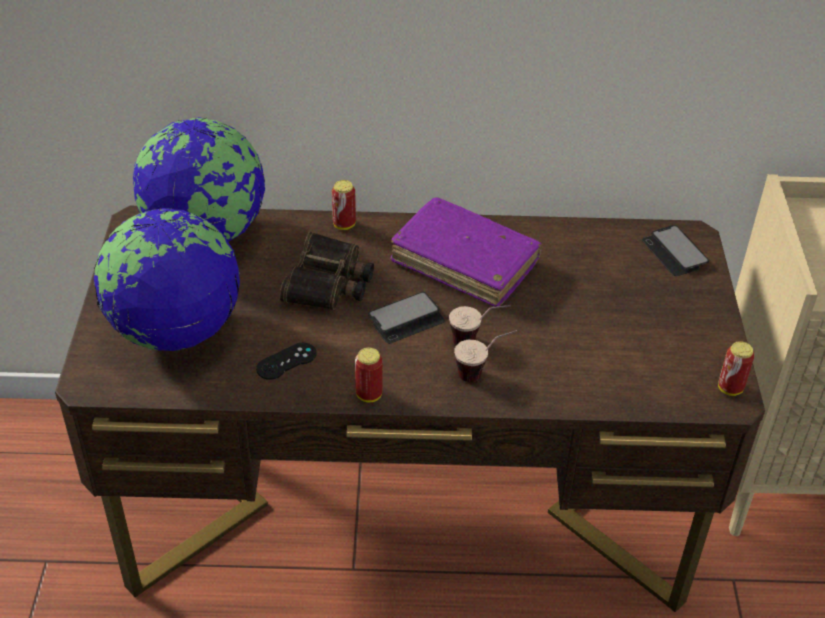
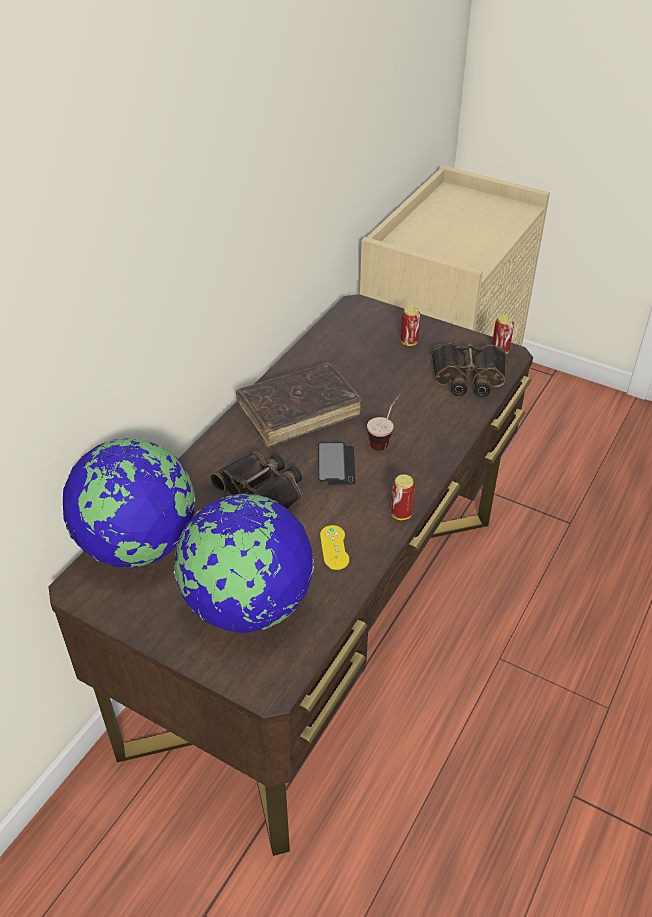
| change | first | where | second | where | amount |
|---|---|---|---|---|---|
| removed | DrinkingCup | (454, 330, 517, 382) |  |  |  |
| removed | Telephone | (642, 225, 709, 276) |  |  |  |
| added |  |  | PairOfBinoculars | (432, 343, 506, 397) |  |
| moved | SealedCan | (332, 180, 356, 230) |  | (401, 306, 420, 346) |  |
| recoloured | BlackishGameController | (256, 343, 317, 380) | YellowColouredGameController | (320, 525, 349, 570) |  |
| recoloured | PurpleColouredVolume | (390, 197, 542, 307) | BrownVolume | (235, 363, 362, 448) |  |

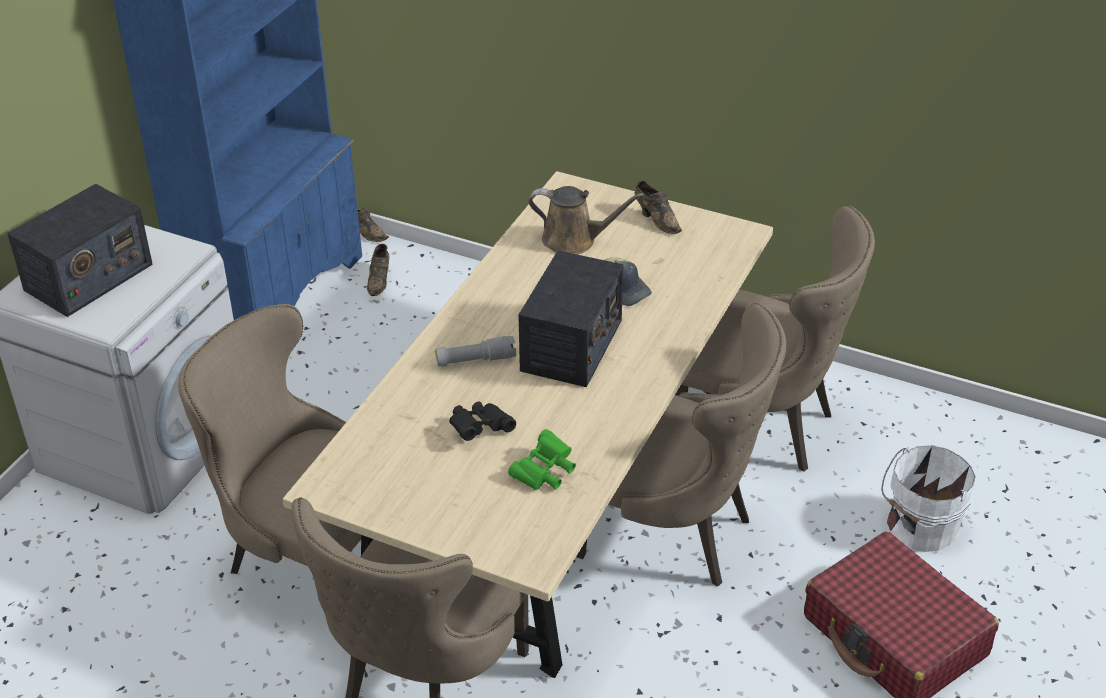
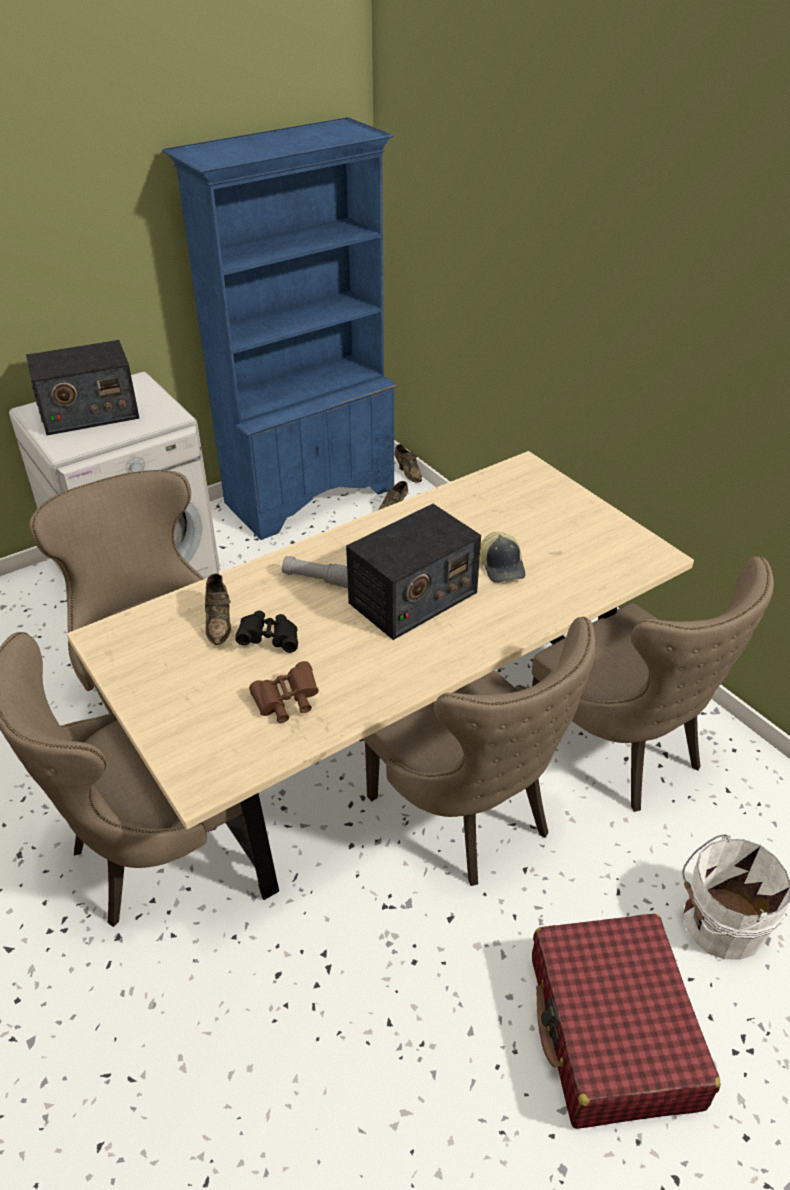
| change | first | where | second | where | amount |
|---|---|---|---|---|---|
| removed | BrownSprinklingCan | (528, 186, 644, 254) |  |  |  |
| moved | BrownLowShoe | (634, 180, 682, 234) |  | (205, 573, 231, 645) |  |
| recoloured | GreenPairOfBinoculars | (508, 429, 576, 490) | BrownPairOfBinoculars | (249, 661, 319, 723) |  |

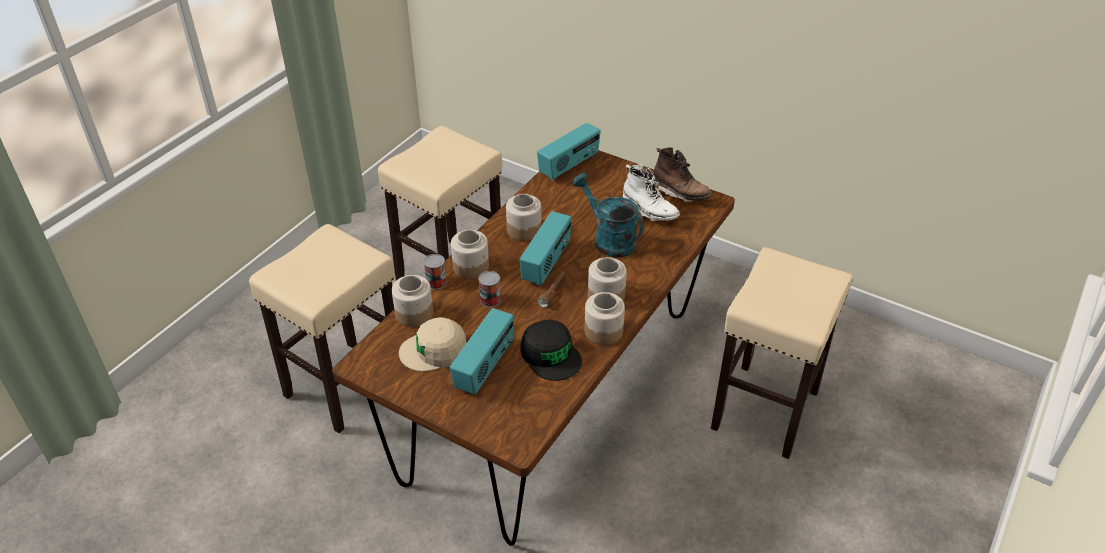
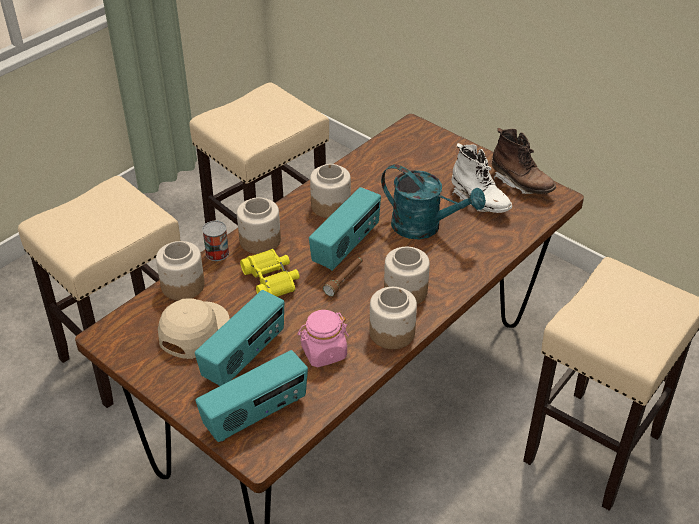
| change | first | where | second | where | amount |
|---|---|---|---|---|---|
| moved | Radio | (537, 123, 601, 181) |  | (195, 350, 308, 442) |  |
| replaced | SealedCan | (478, 271, 501, 307) | YellowColouredPairOfBinoculars | (240, 249, 300, 297) |  |
| replaced | BlackishCap | (520, 320, 582, 381) | PinkPreserveJar | (297, 310, 349, 367) |  |
| turned | SandColouredCap | (399, 317, 467, 372) |  | (158, 298, 230, 359) | 120 degrees clockwise |
| turned | TurquoiseSprinklingCan | (573, 173, 644, 258) |  | (381, 164, 486, 239) | 150 degrees clockwise |

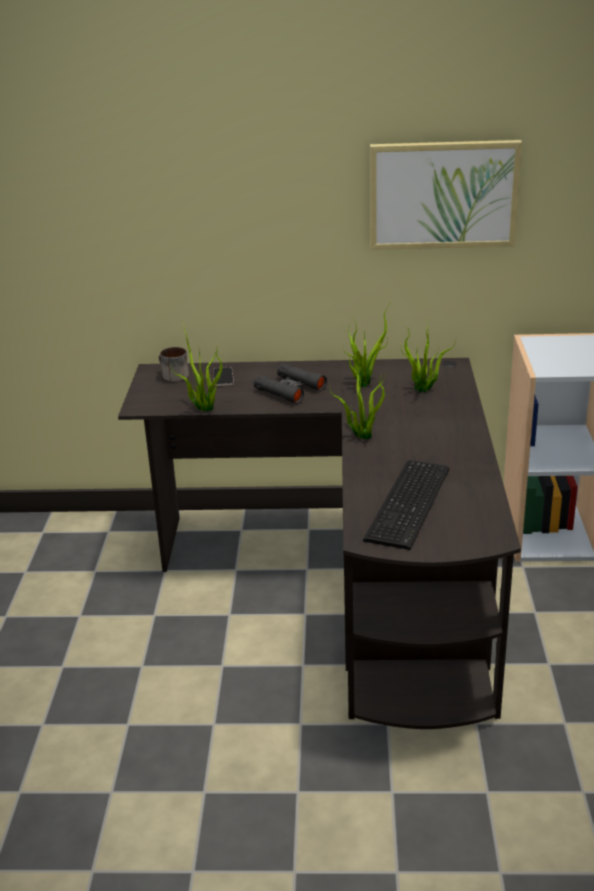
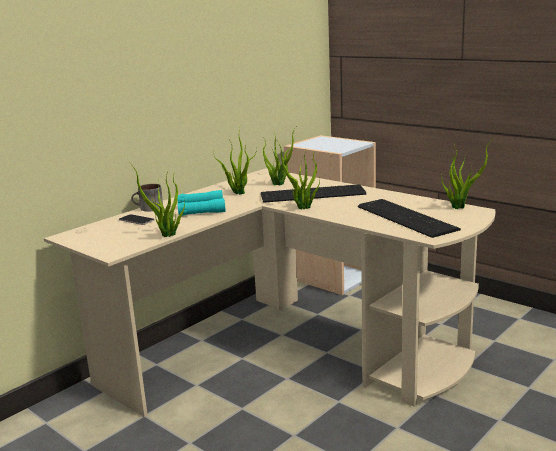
| change | first | where | second | where | amount |
|---|---|---|---|---|---|
| removed | WallArt | (370, 140, 522, 250) |  |  |  |
| added |  |  | PcKeyboard | (261, 184, 366, 203) |  |
| added |  |  | Houseplant | (441, 142, 490, 209) |  |
| moved | TeaMug | (159, 347, 189, 381) |  | (131, 184, 163, 212) |  |
| recoloured | BlackishDesk | (118, 358, 521, 729) | SandColouredDesk | (44, 168, 495, 417) |  |
| recoloured | BlackishPairOfBinoculars | (254, 363, 327, 404) | TurquoisePairOfBinoculars | (178, 190, 226, 216) |  |

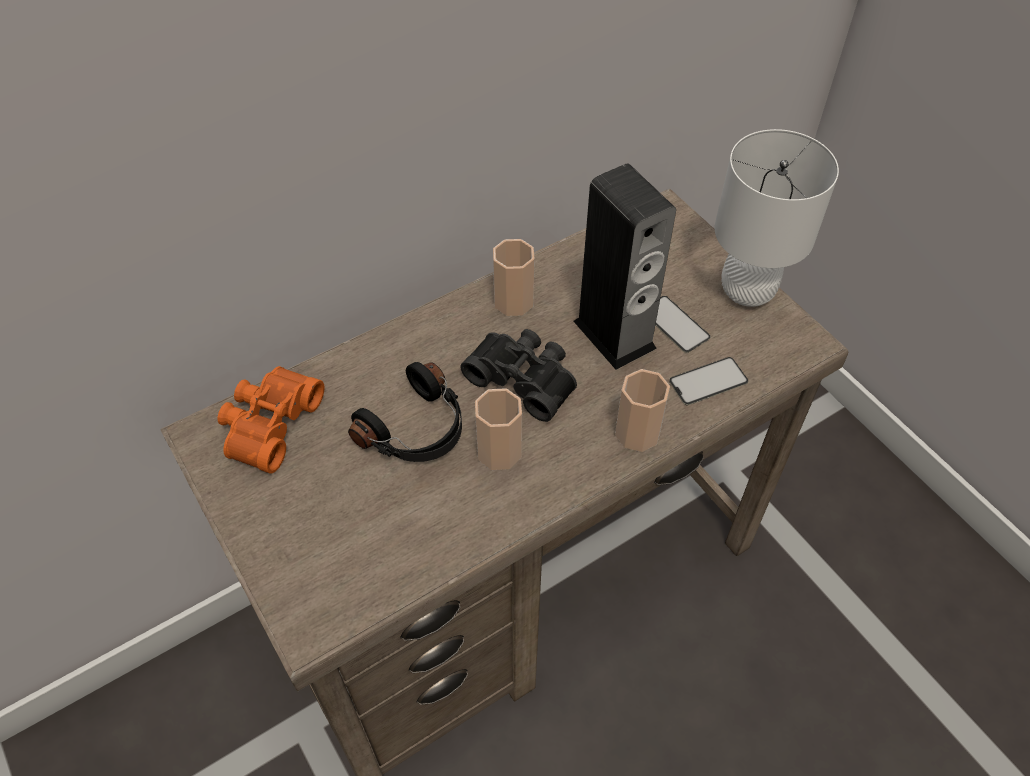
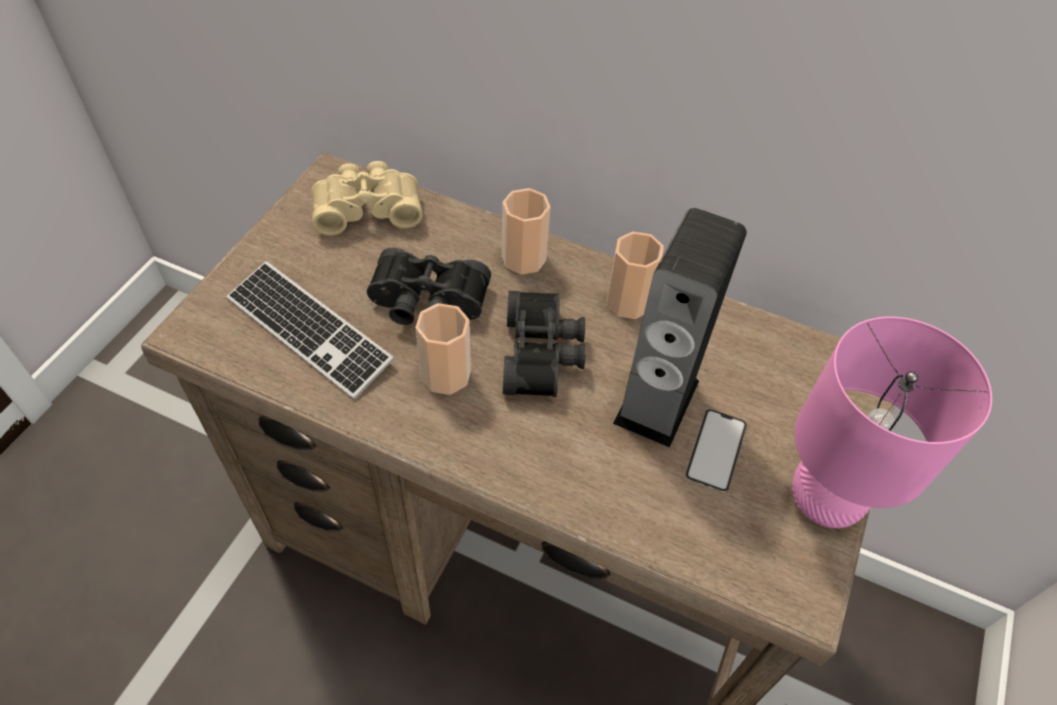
| change | first | where | second | where | amount |
|---|---|---|---|---|---|
| removed | Telephone | (669, 357, 748, 406) |  |  |  |
| added |  |  | PcKeyboard | (226, 261, 394, 399) |  |
| moved | DrinkingCup | (615, 369, 670, 452) |  | (502, 188, 551, 275) |  |
| replaced | BlackishHeadphones | (348, 362, 462, 462) | BlackishPairOfBinoculars | (367, 248, 491, 325) |  |
| recoloured | OrangeColouredPairOfBinoculars | (218, 366, 324, 474) | SandColouredPairOfBinoculars | (311, 161, 422, 236) |  |
| recoloured | WhiteColouredLampForATable | (715, 129, 839, 307) | PinkLampForATable | (792, 317, 992, 528) |  |

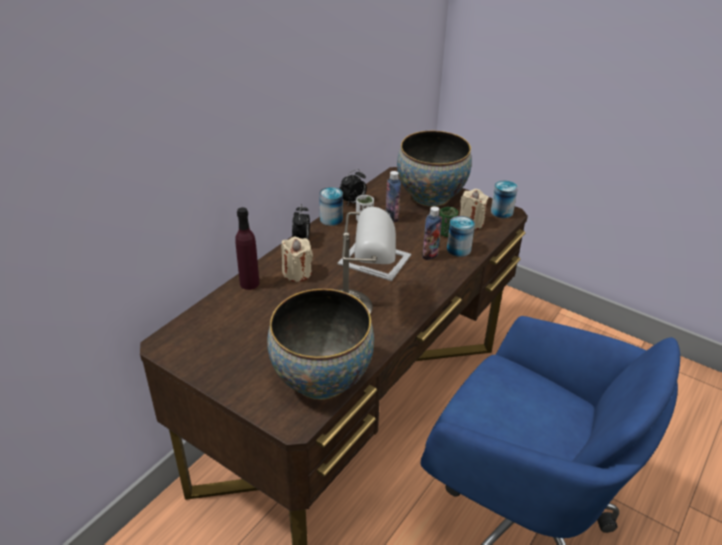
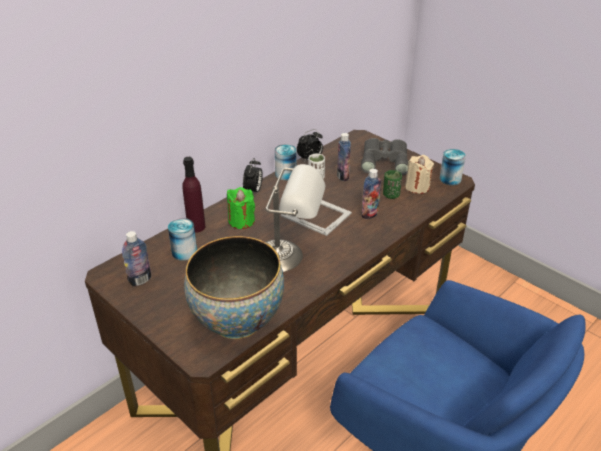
| change | first | where | second | where | amount |
|---|---|---|---|---|---|
| added |  |  | Bottle | (122, 231, 151, 286) |  |
| moved | SealedCan | (447, 216, 475, 257) |  | (168, 218, 197, 261) |  |
| replaced | DeepDish | (397, 131, 472, 207) | GreyPairOfBinoculars | (361, 138, 408, 175) |  |
| recoloured | SandColouredCandle | (281, 237, 313, 282) | GreenCandle | (227, 187, 255, 229) |  |

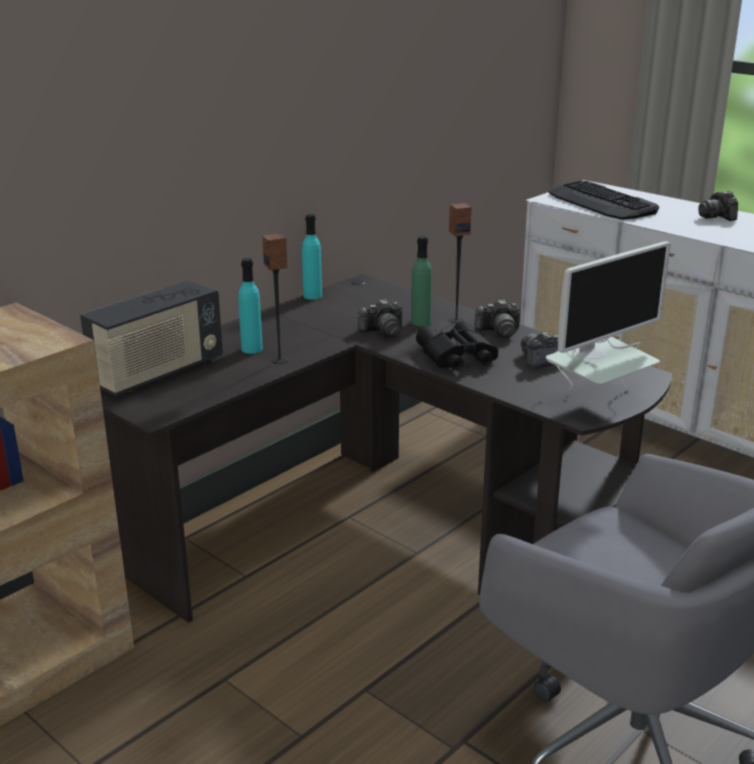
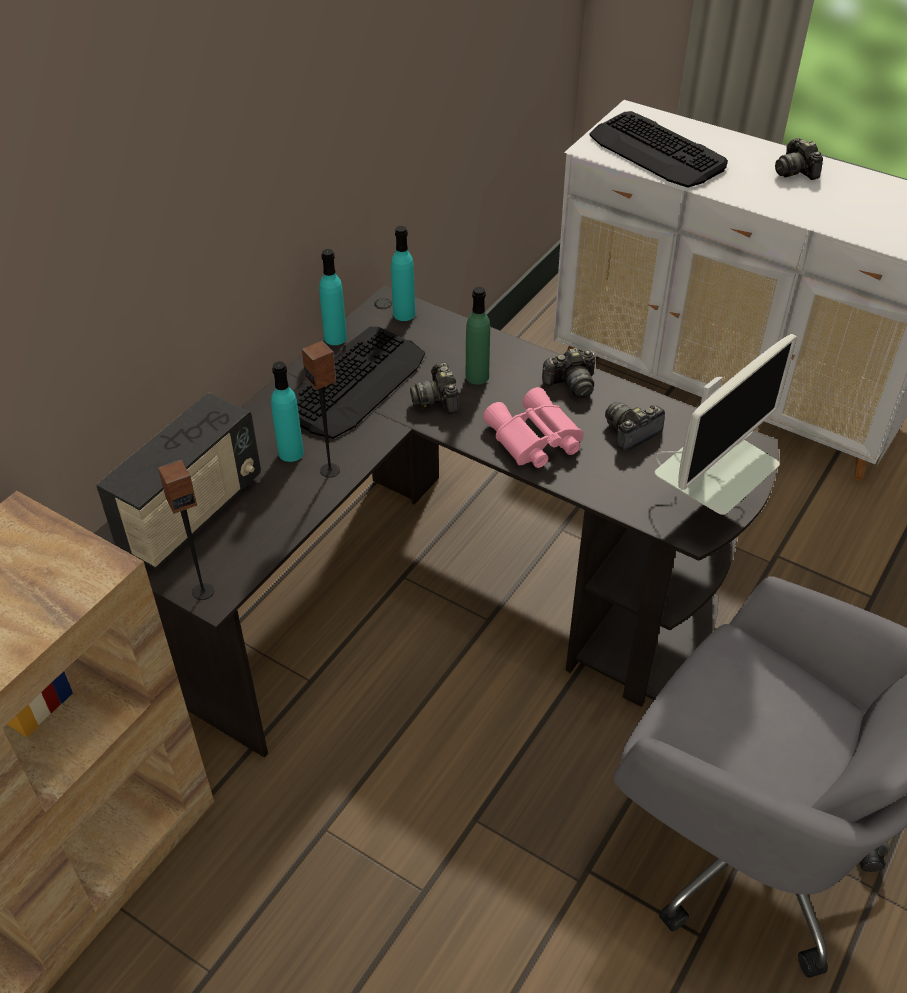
| change | first | where | second | where | amount |
|---|---|---|---|---|---|
| added |  |  | PcKeyboard | (293, 327, 425, 439) |  |
| added |  |  | TurquoiseBottle | (391, 226, 415, 321) |  |
| moved | AudioSpeaker | (449, 203, 471, 323) |  | (158, 460, 214, 600) |  |
| recoloured | BlackishPairOfBinoculars | (416, 321, 498, 370) | PinkPairOfBinoculars | (483, 387, 583, 468) |  |
| turned | PhotoCamera | (358, 299, 402, 338) |  | (410, 362, 460, 414) | 105 degrees clockwise |

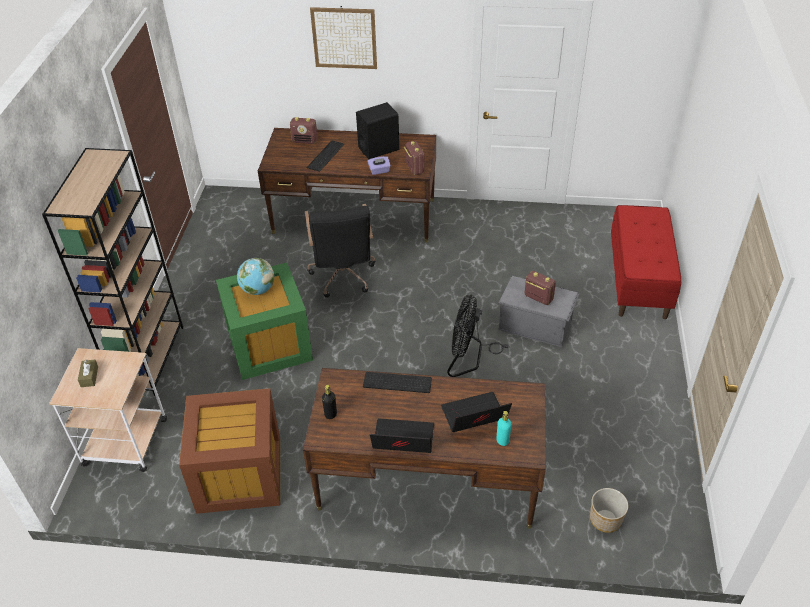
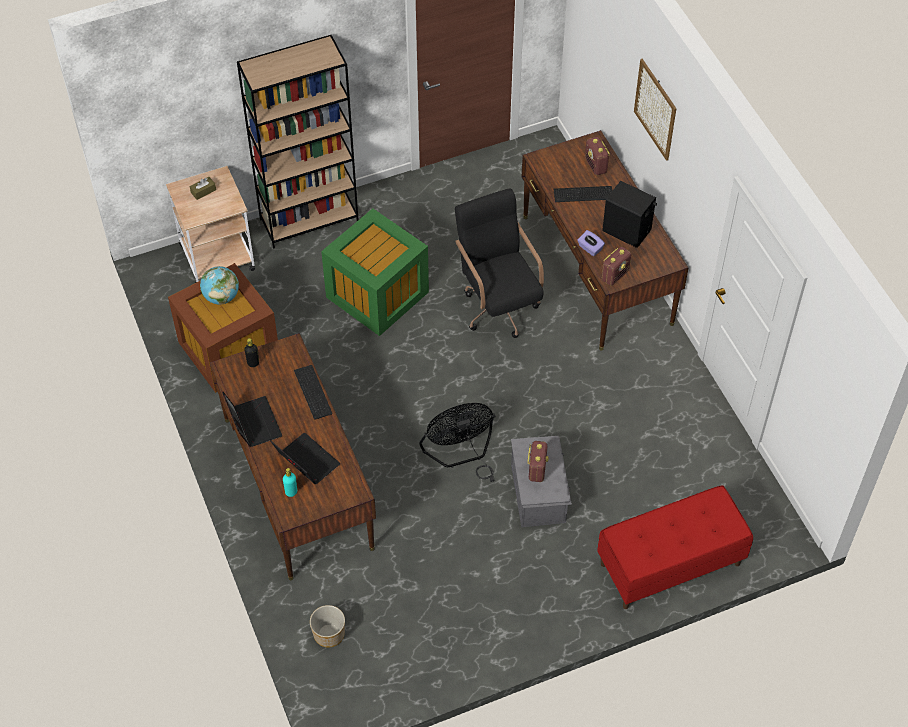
| change | first | where | second | where | amount |
|---|---|---|---|---|---|
| moved | DeskGlobe | (237, 258, 274, 295) |  | (200, 266, 239, 305) |  |
| turned | BlackishOfficeChair | (305, 204, 376, 298) |  | (455, 188, 544, 338) | 105 degrees clockwise |

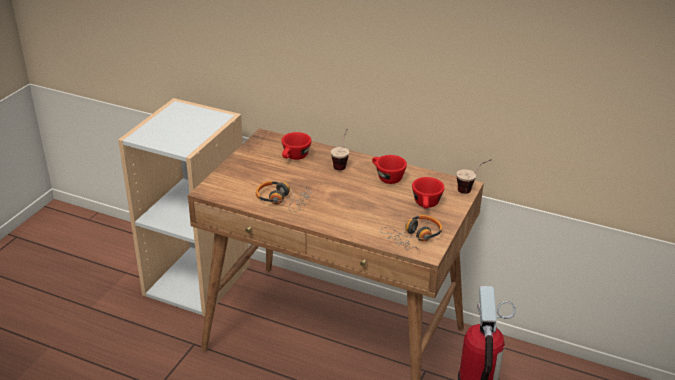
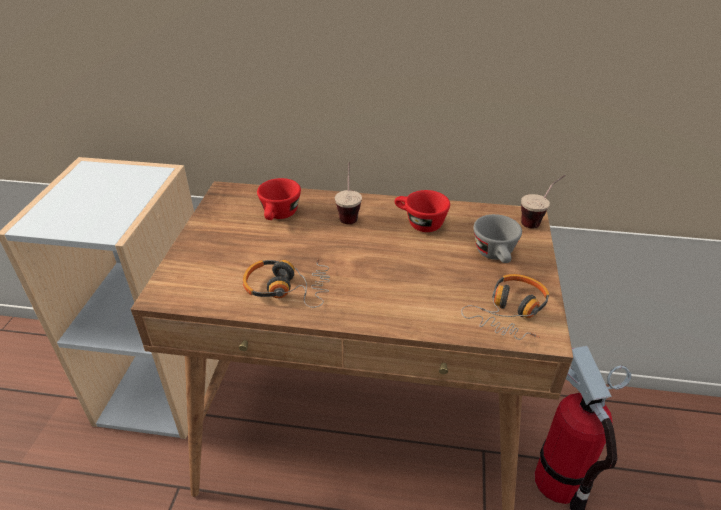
| change | first | where | second | where | amount |
|---|---|---|---|---|---|
| recoloured | RedDrinkingCup | (412, 177, 445, 209) | GreyDrinkingCup | (474, 214, 522, 263) |  |

